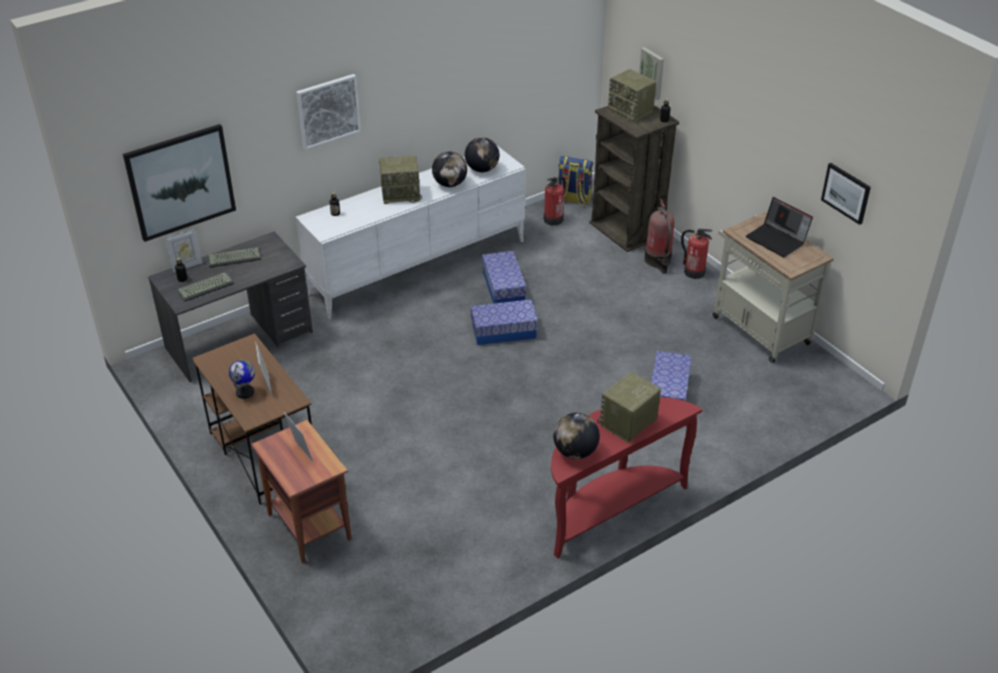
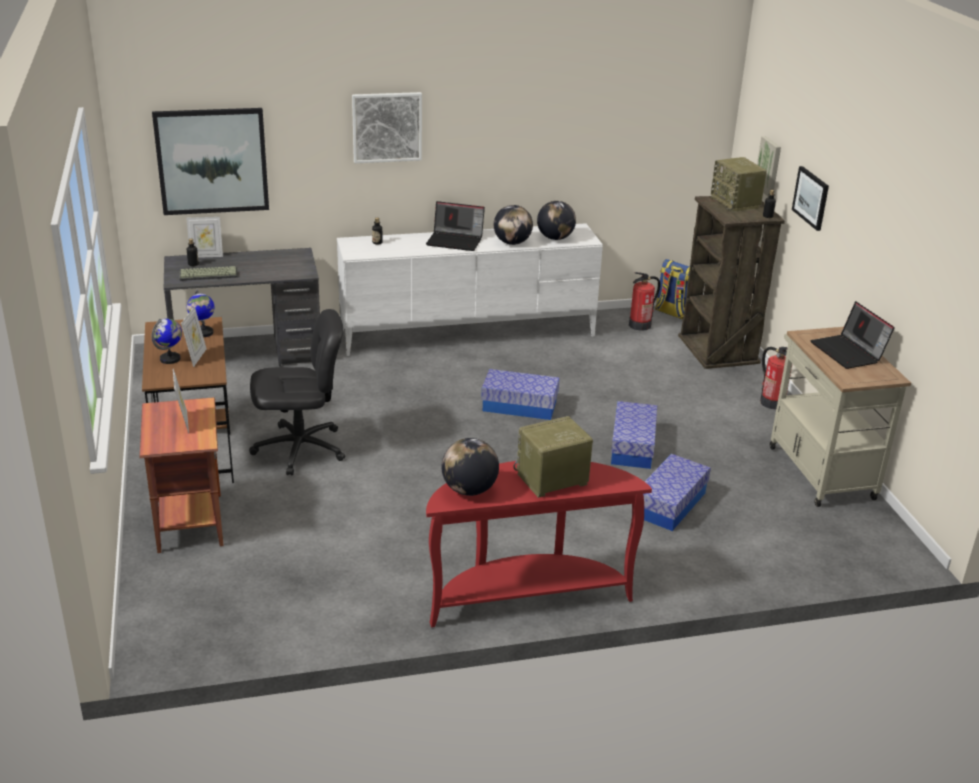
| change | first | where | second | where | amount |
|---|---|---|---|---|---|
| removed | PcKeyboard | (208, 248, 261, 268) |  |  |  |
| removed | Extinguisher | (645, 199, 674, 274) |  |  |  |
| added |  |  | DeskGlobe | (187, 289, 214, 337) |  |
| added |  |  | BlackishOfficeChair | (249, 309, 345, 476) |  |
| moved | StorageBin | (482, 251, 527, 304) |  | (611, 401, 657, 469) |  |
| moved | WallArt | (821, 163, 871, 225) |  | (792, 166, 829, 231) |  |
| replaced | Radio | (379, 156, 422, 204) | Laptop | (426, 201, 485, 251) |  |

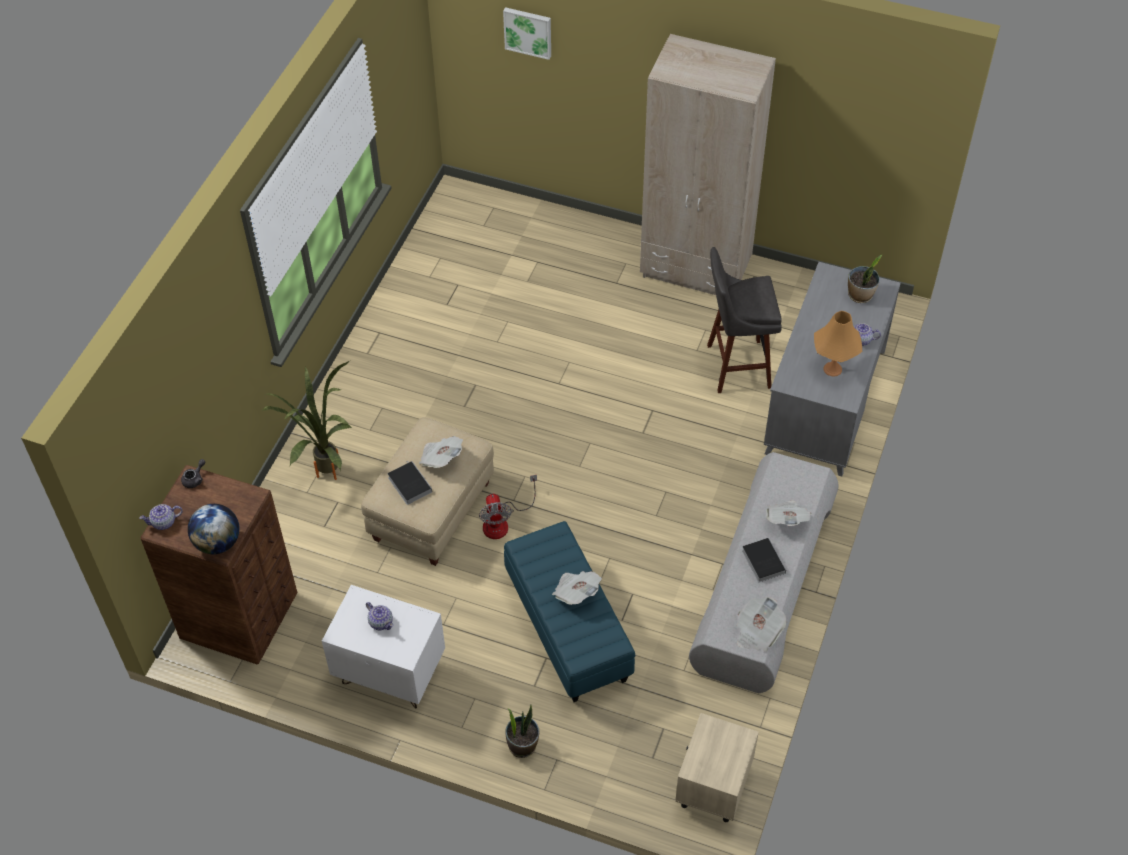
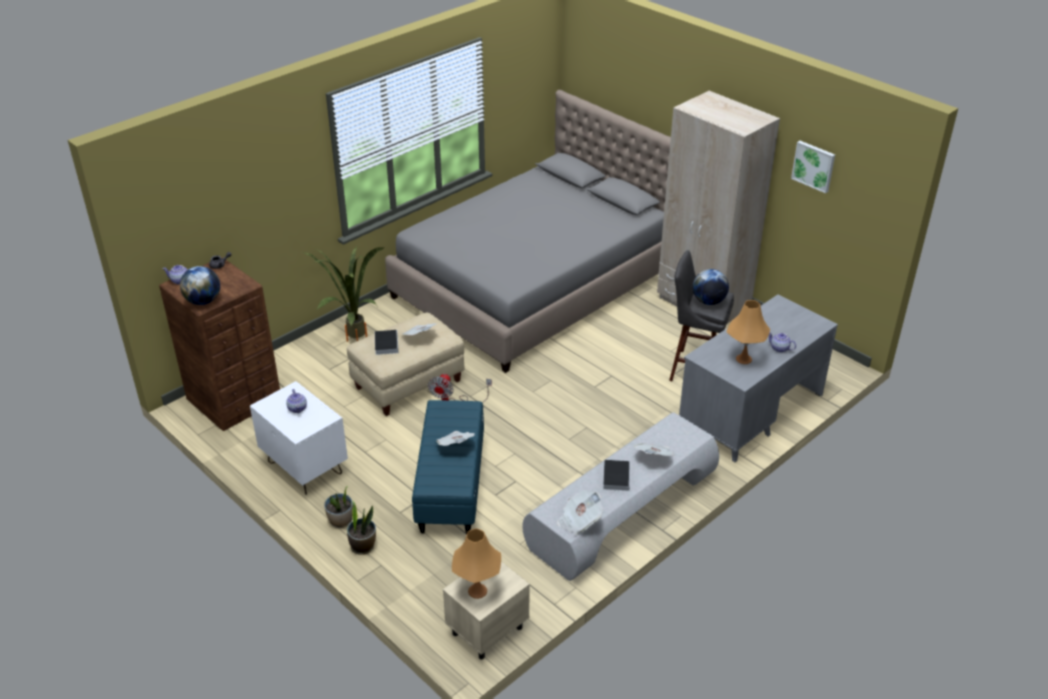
| change | first | where | second | where | amount |
|---|---|---|---|---|---|
| added |  |  | GreySleepingBed | (385, 90, 671, 373) |  |
| added |  |  | OrangeColouredLampForATable | (452, 528, 501, 599) |  |
| added |  |  | DeskGlobe | (693, 269, 729, 305) |  |
| moved | WallArt | (503, 7, 551, 60) |  | (791, 141, 835, 193) |  |
| moved | Houseplant | (848, 254, 883, 303) |  | (324, 486, 353, 528) |  |

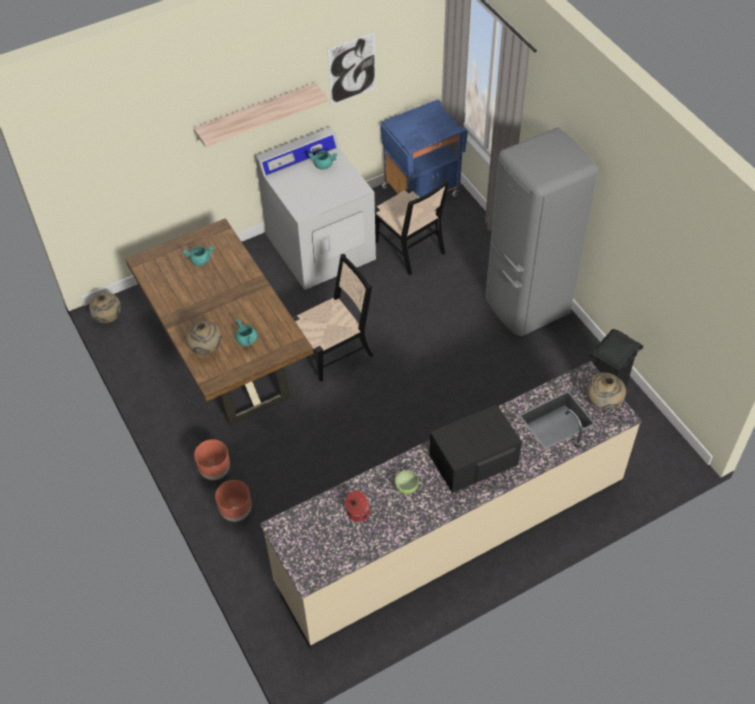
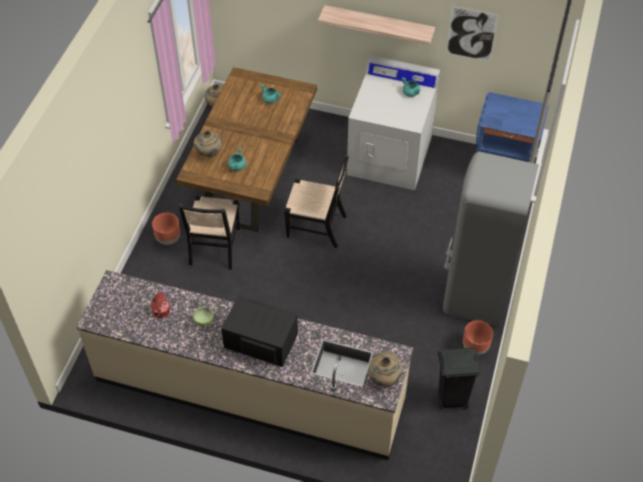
| change | first | where | second | where | amount |
|---|---|---|---|---|---|
| moved | BrownFlowerPot | (215, 480, 252, 522) |  | (463, 320, 493, 355) |  |
| moved | Chair | (375, 180, 449, 275) |  | (179, 196, 240, 270) |  |

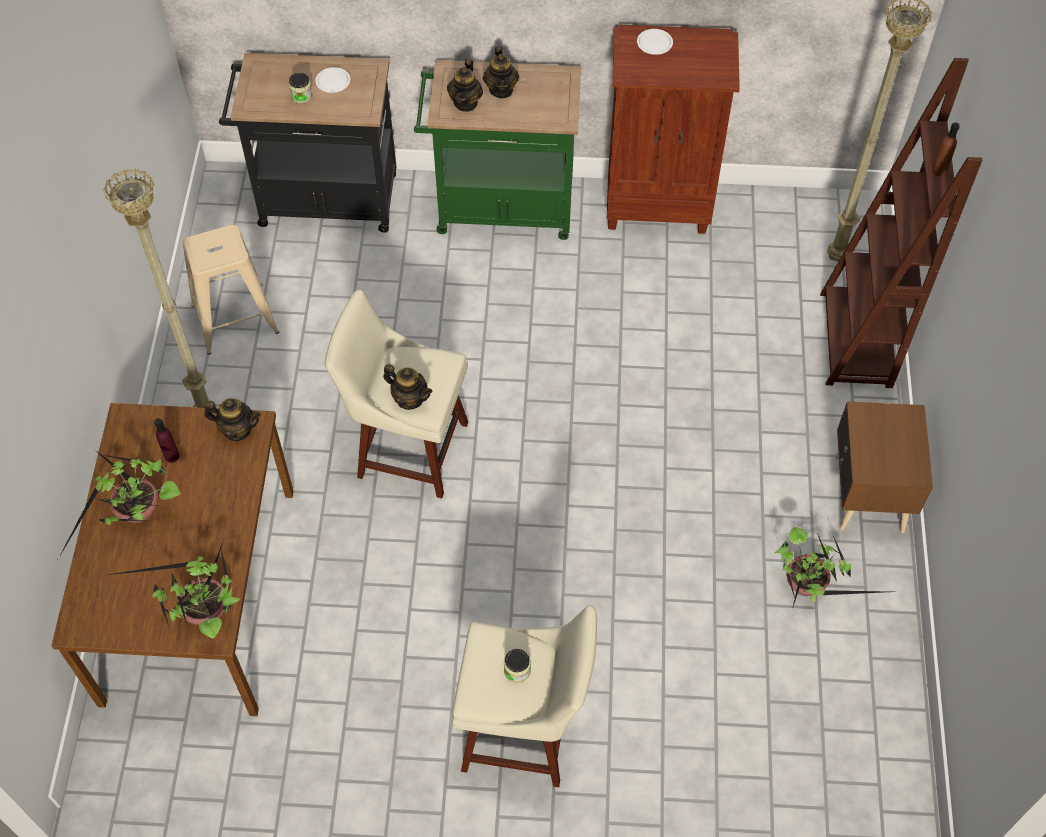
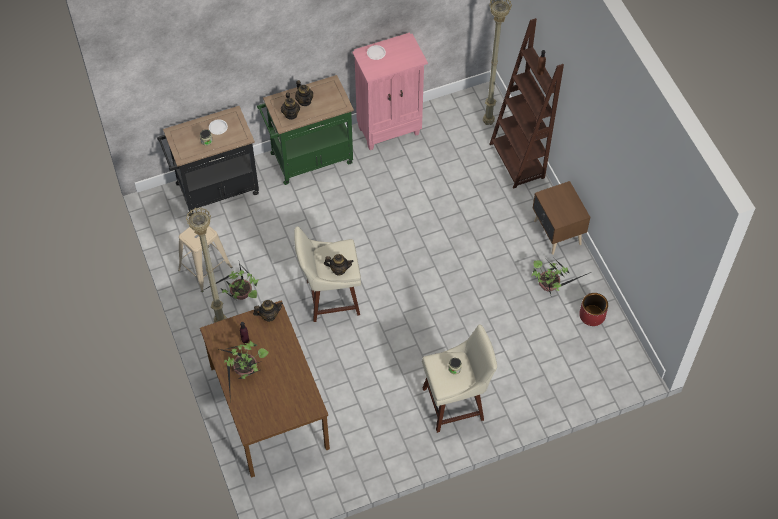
| change | first | where | second | where | amount |
|---|---|---|---|---|---|
| added |  |  | RedFlowerPot | (579, 293, 608, 326) |  |
| moved | Houseplant | (102, 540, 240, 638) |  | (200, 263, 259, 300) |  |
| recoloured | BrownCabinet | (607, 25, 740, 234) | PinkCabinet | (352, 33, 428, 150) |  |

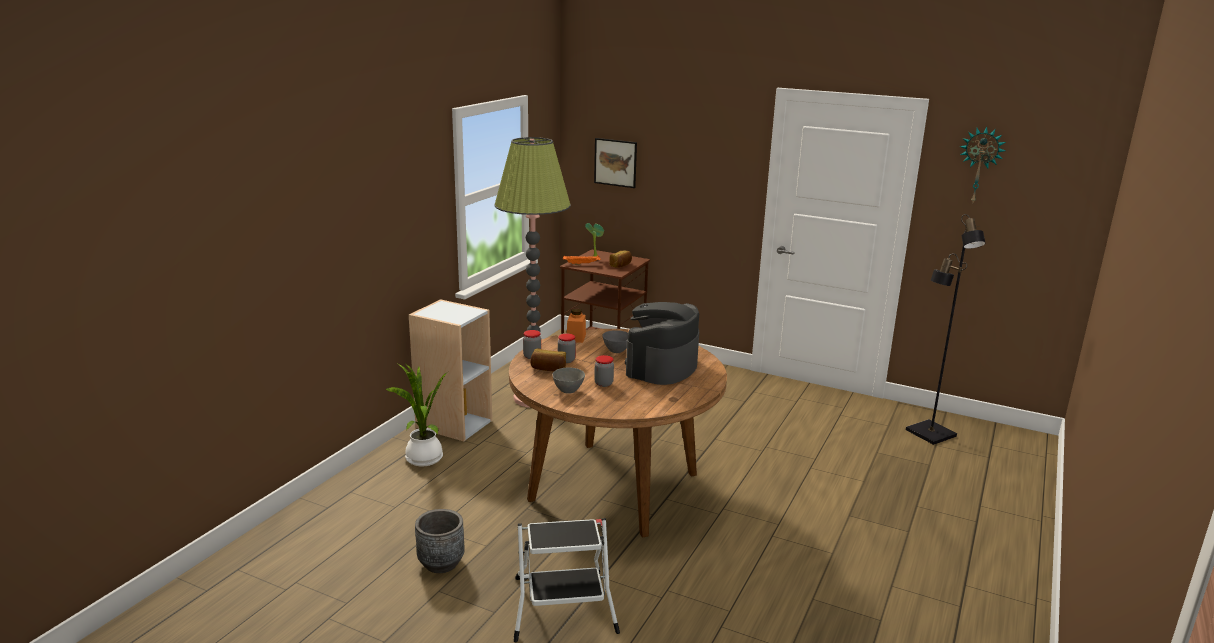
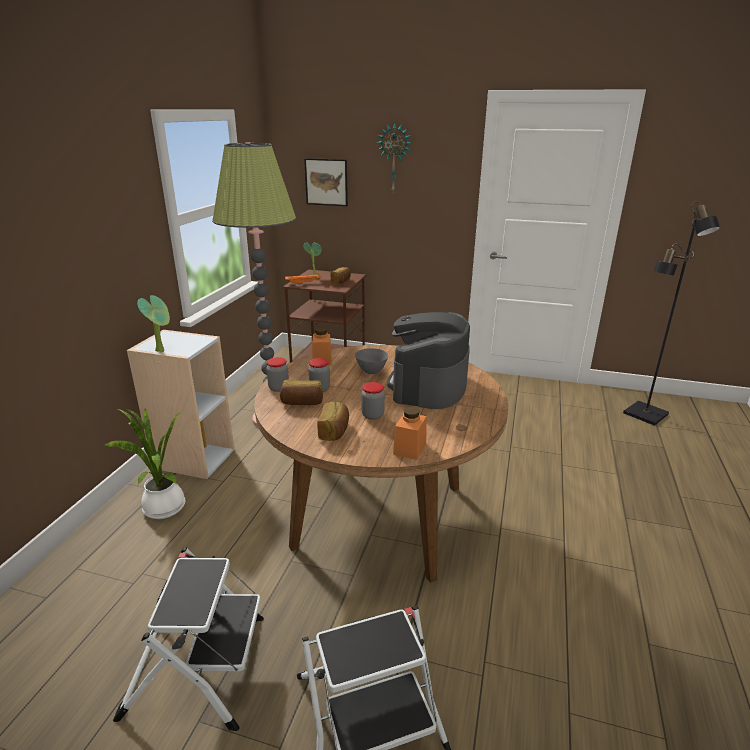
| change | first | where | second | where | amount |
|---|---|---|---|---|---|
| added |  |  | Houseplant | (137, 295, 170, 353) |  |
| added |  |  | OrangeColouredPreserveJar | (393, 407, 427, 460) |  |
| moved | ClockOnTheWall | (959, 127, 1006, 205) |  | (376, 123, 412, 192) |  |
| replaced | GreyFlowerPot | (415, 509, 464, 573) | Stepladder | (113, 547, 264, 731) |  |
| replaced | GreyDeepDish | (552, 367, 585, 394) | BakedBread | (317, 402, 349, 441) |  |

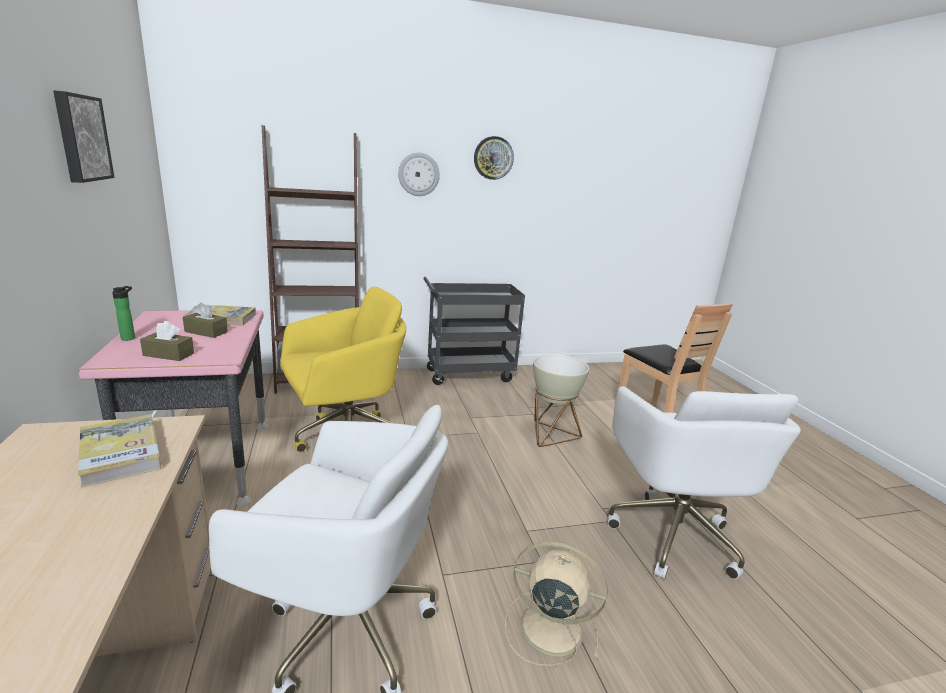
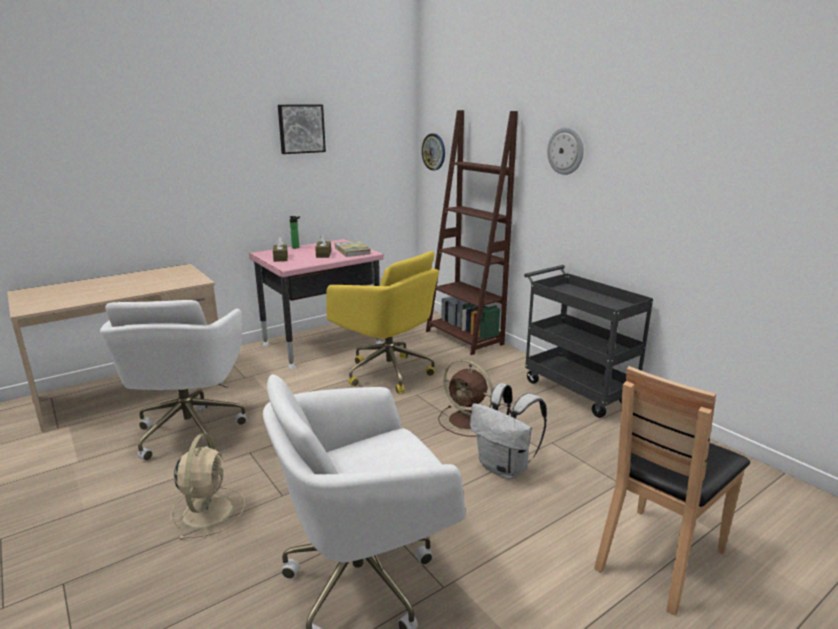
| change | first | where | second | where | amount |
|---|---|---|---|---|---|
| removed | Volume | (78, 414, 162, 488) |  |  |  |
| added |  |  | BrownFan | (438, 360, 493, 436) |  |
| moved | ClockOnTheWall | (474, 136, 514, 180) |  | (422, 134, 445, 171) |  |
| replaced | FlowerPot | (533, 354, 589, 447) | WhiteColouredBackpack | (470, 383, 547, 479) |  |

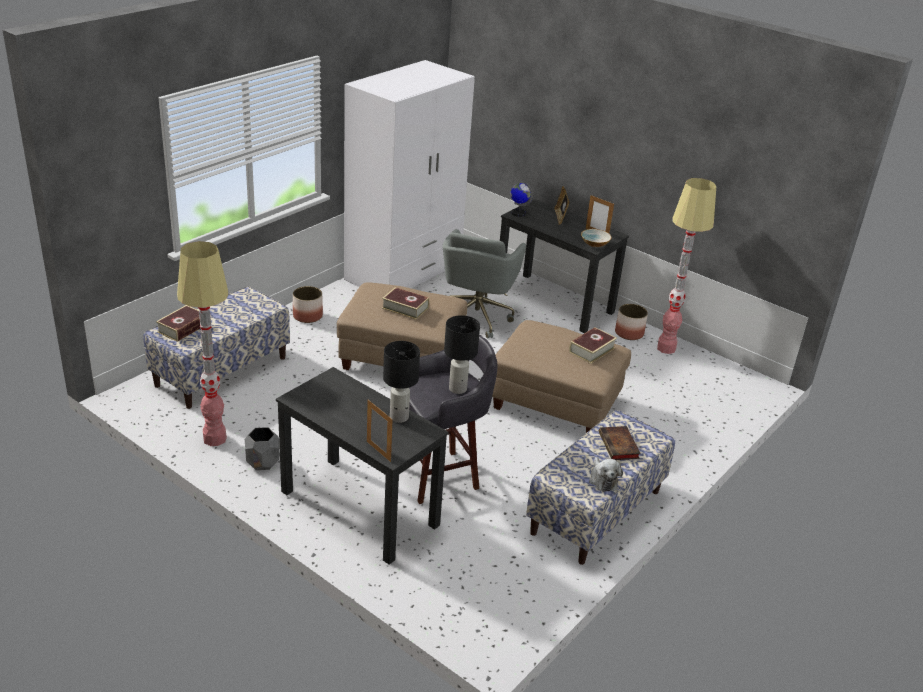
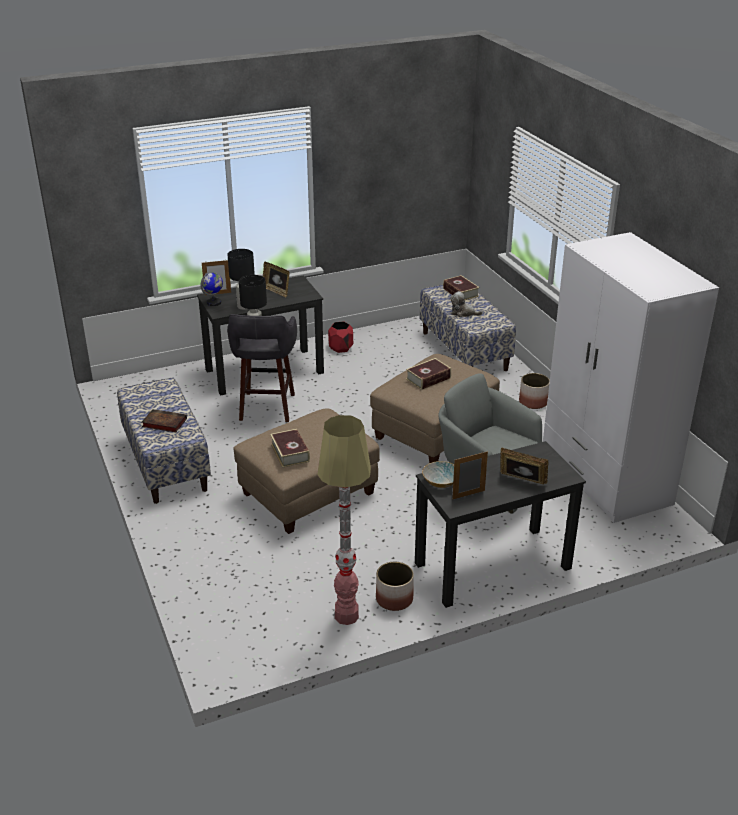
| change | first | where | second | where | amount |
|---|---|---|---|---|---|
| removed | StandardLamp | (177, 241, 228, 446) |  |  |  |
| added |  |  | PictureFrame | (263, 262, 290, 297) |  |
| moved | DeskGlobe | (511, 183, 533, 217) |  | (200, 273, 223, 306) |  |
| moved | PlushToy | (589, 457, 623, 492) |  | (450, 291, 483, 317) |  |
| recoloured | GreyFlowerPot | (245, 427, 280, 470) | RedFlowerPot | (328, 321, 353, 353) |  |

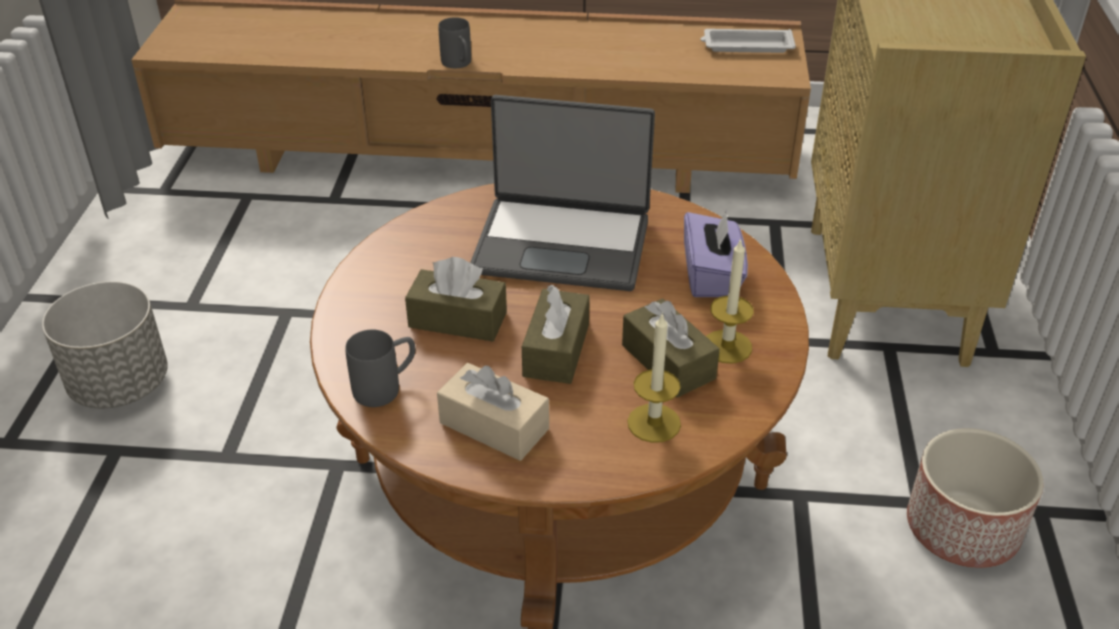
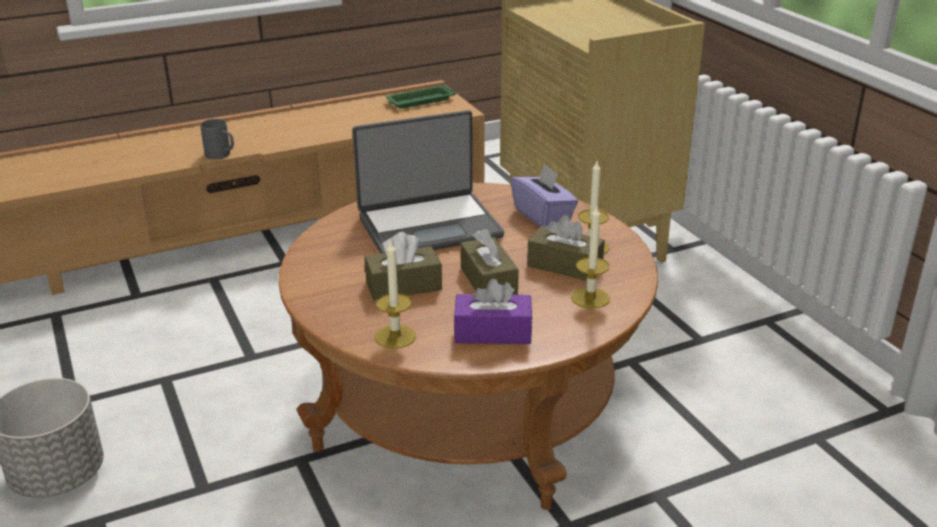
| change | first | where | second | where | amount |
|---|---|---|---|---|---|
| removed | FlowerPot | (907, 428, 1044, 568) |  |  |  |
| replaced | GreyTeaMug | (345, 330, 415, 407) | Candle | (375, 239, 416, 349) |  |
| recoloured | SandColouredTissueBox | (437, 363, 549, 461) | PurpleColouredTissueBox | (454, 279, 533, 344) |  |
| recoloured | WhiteColouredCarryingTray | (700, 29, 796, 53) | GreenCarryingTray | (386, 84, 456, 109) |  |

